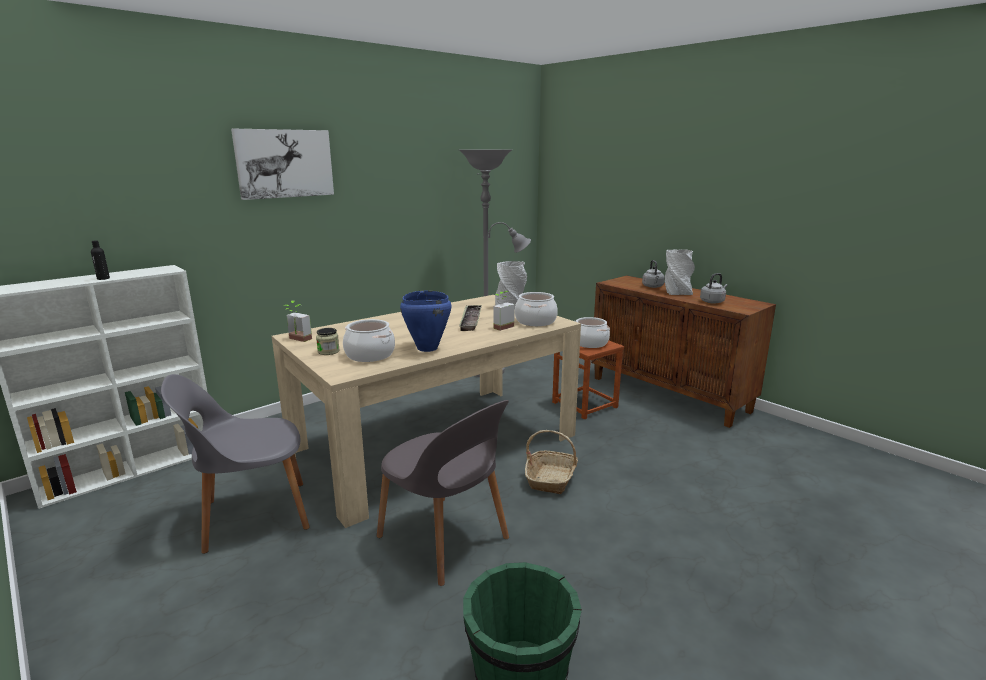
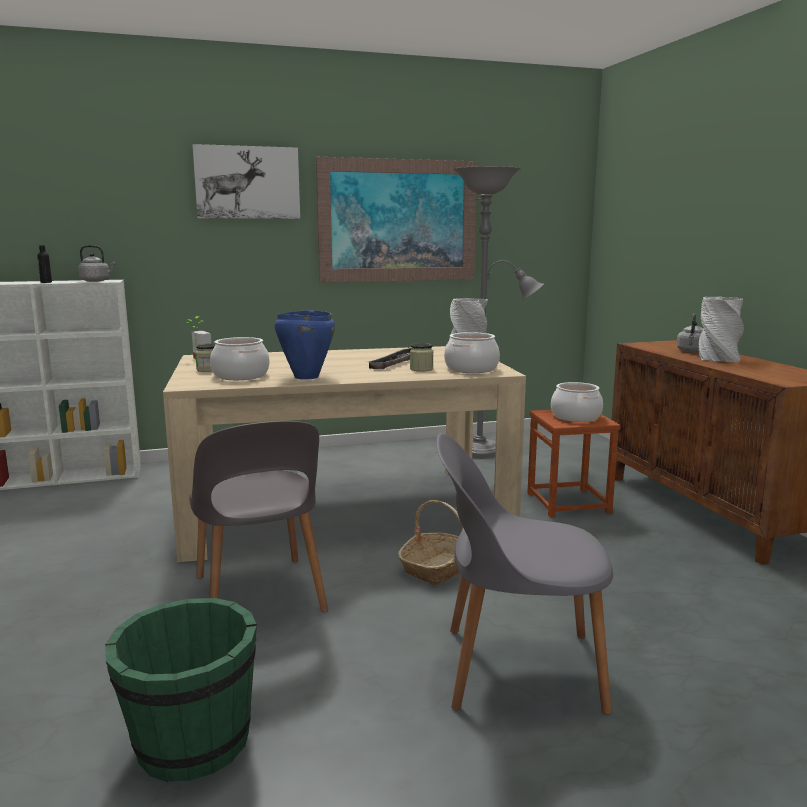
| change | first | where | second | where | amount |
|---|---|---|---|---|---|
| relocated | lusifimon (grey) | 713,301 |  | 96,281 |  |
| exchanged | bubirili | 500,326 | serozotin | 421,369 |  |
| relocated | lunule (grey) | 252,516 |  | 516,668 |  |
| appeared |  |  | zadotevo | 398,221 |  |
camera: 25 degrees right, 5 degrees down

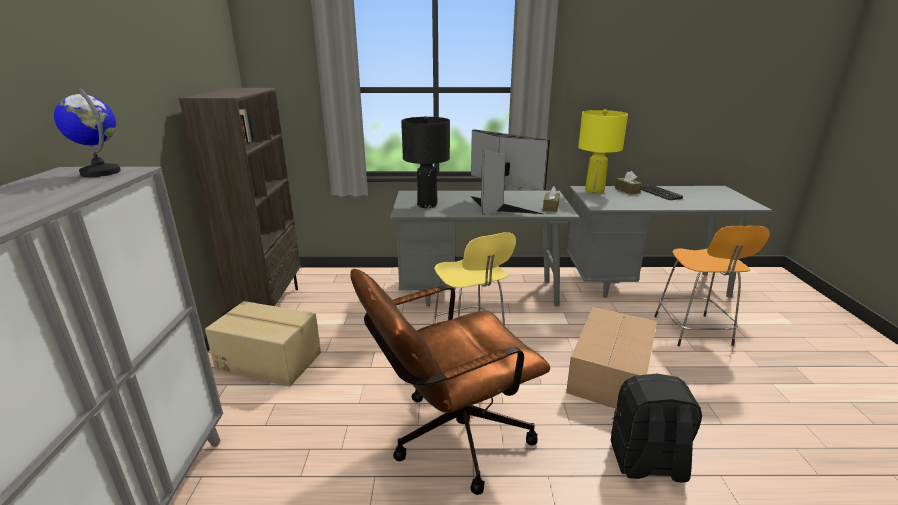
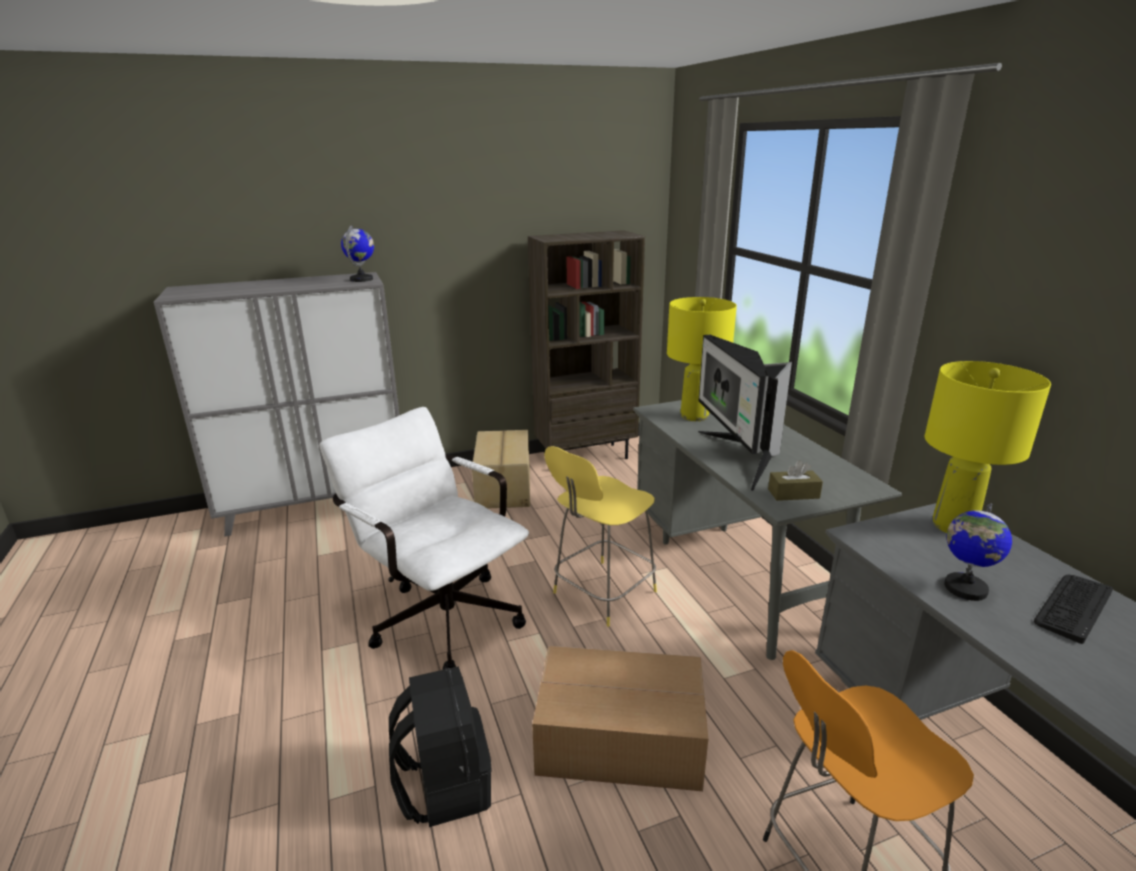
| change | first | where | second | where | amount |
|---|---|---|---|---|---|
| colour | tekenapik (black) | 427,205 | tekenapik (yellow) | 694,416 |  |
| spun | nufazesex | 498,207 |  | 740,457 | 150 degrees clockwise |
| missing | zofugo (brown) | 627,190 |  |  |  |
| colour | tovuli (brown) | 449,438 | tovuli (white) | 439,614 |  |
| appeared |  |  | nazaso | 964,588 |  |
camera: 70 degrees right, 0 degrees up

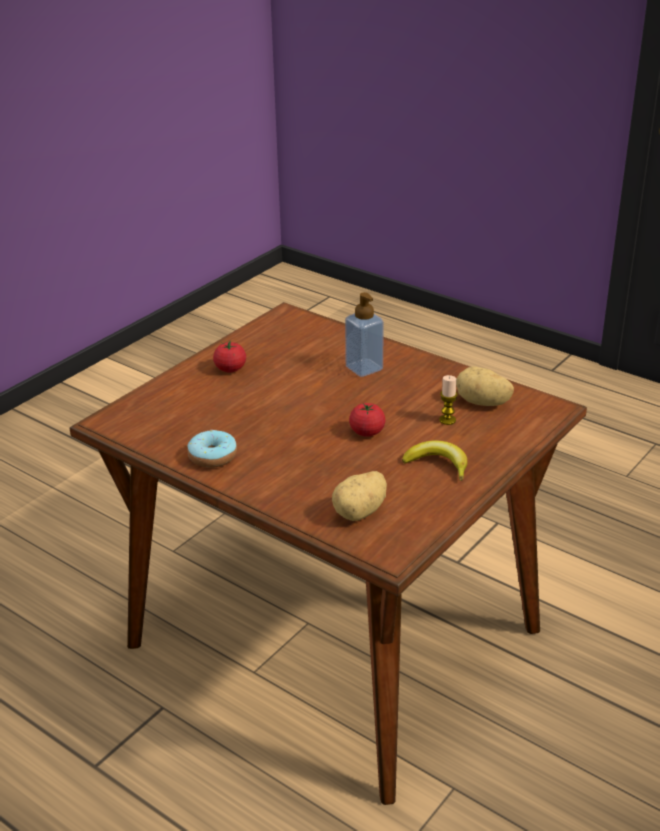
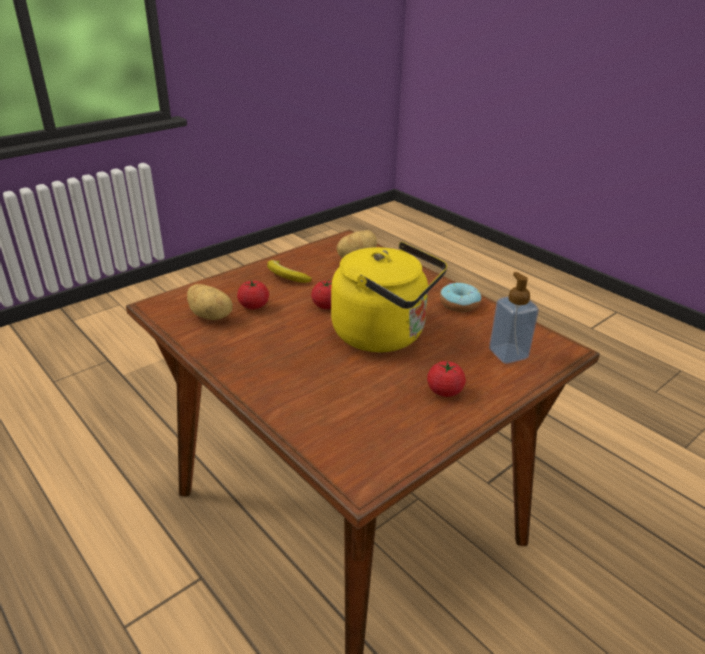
| change | first | where | second | where | amount |
|---|---|---|---|---|---|
| relocated | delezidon | 364,368 |  | 508,354 |  |
| exchanged | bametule | 447,420 | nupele | 254,306 |  |
| appeared |  |  | lusifimon (yellow) | 384,335 |  |
camera: 170 degrees left, 0 degrees up

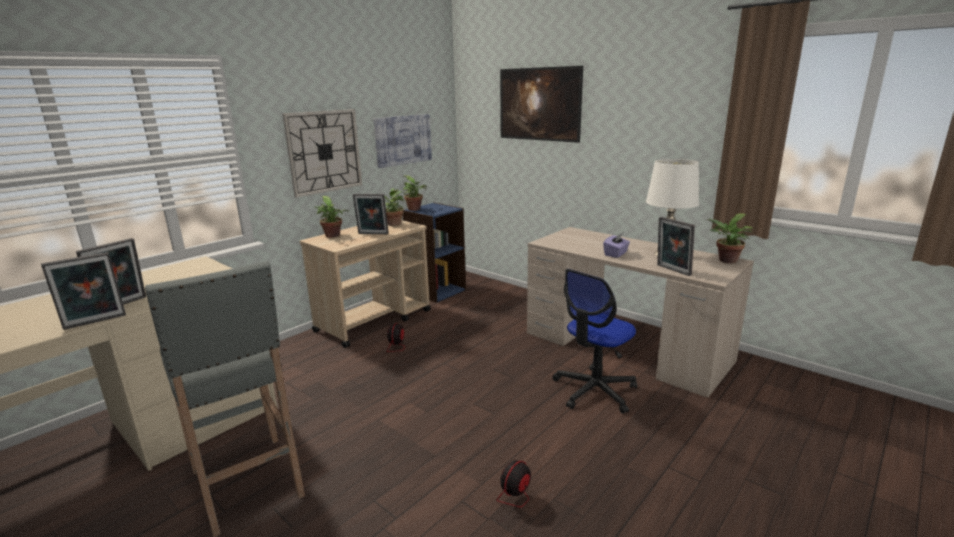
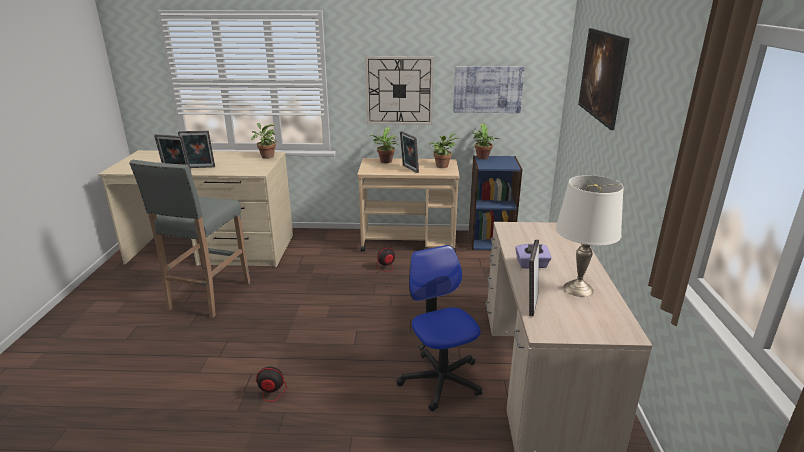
| change | first | where | second | where | amount |
|---|---|---|---|---|---|
| relocated | bubirili | 726,261 |  | 266,156 |  |
| spun | tovuli | 594,391 |  | 441,380 | 60 degrees clockwise |
camera: 50 degrees right, 5 degrees up

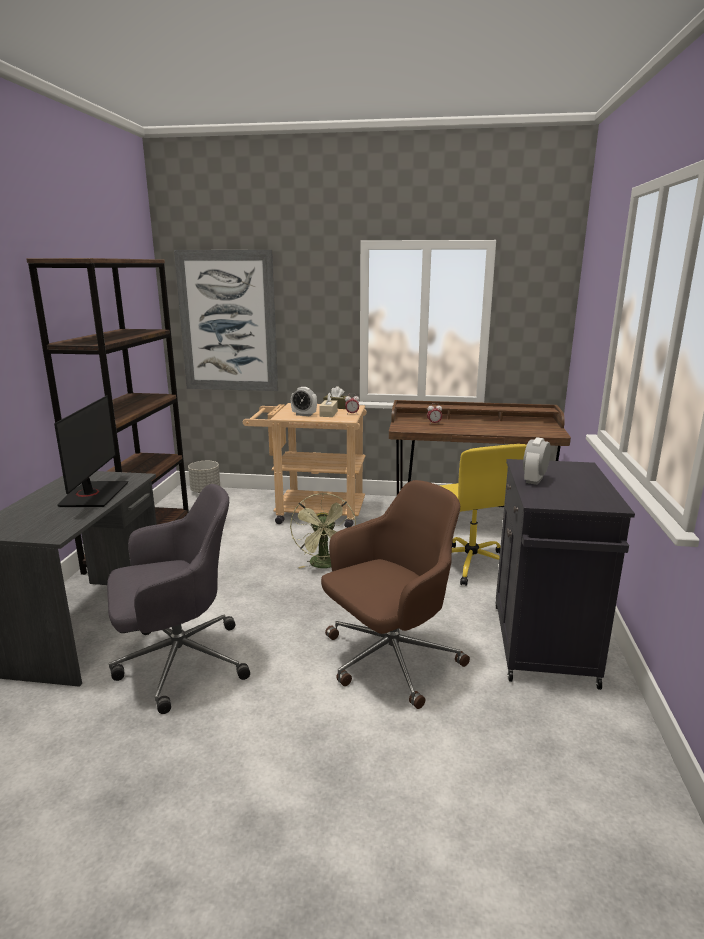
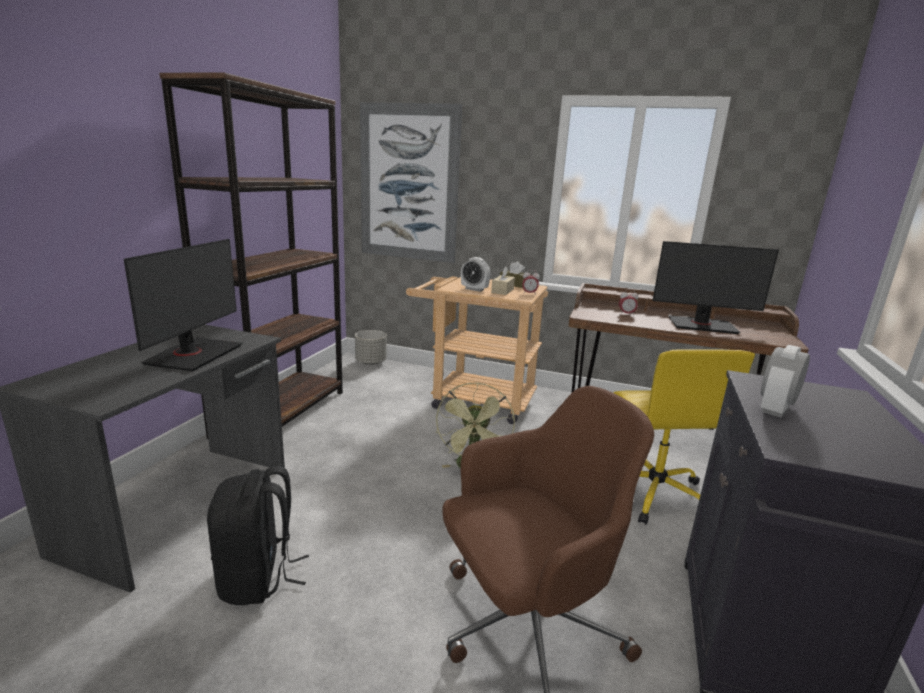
| change | first | where | second | where | amount |
|---|---|---|---|---|---|
| exchanged | tovuli (grey) | 178,662 | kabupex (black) | 258,578 |  |
| appeared |  |  | nufazesex | 702,325 |  |
camera: 10 degrees right, 0 degrees up

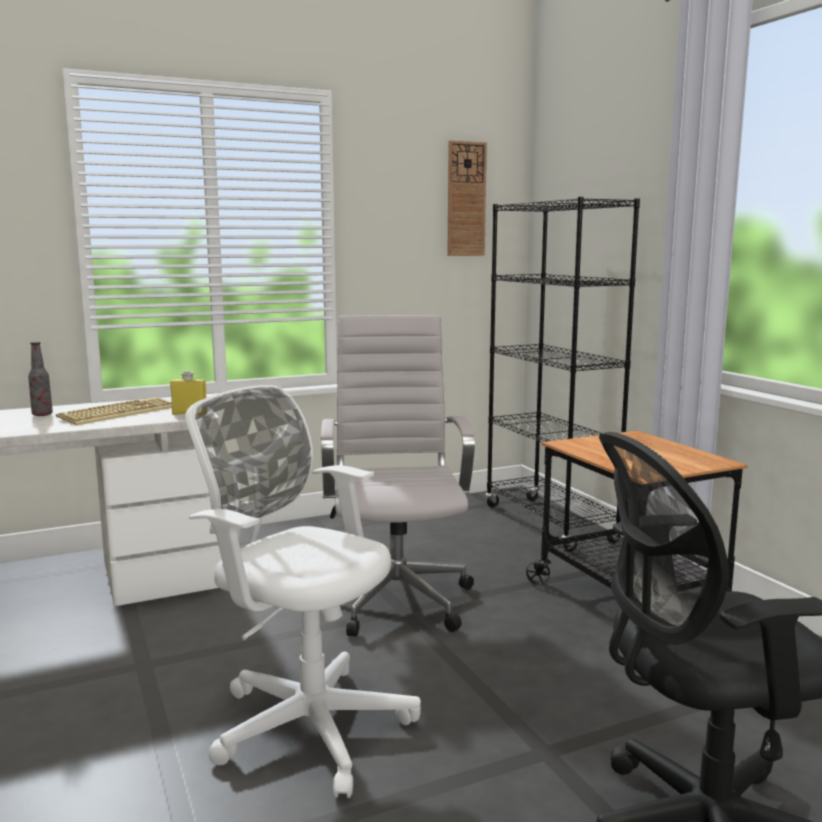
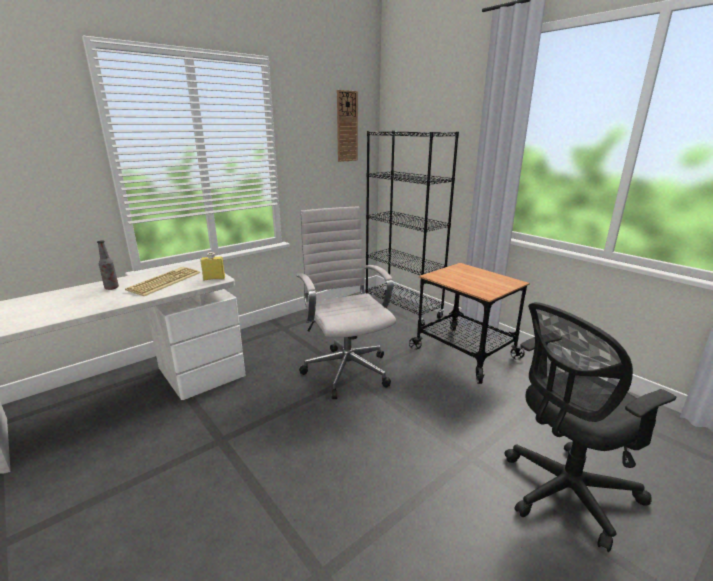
| change | first | where | second | where | amount |
|---|---|---|---|---|---|
| missing | tovuli (white) | 305,723 |  |  |  |
camera: 15 degrees left, 10 degrees up

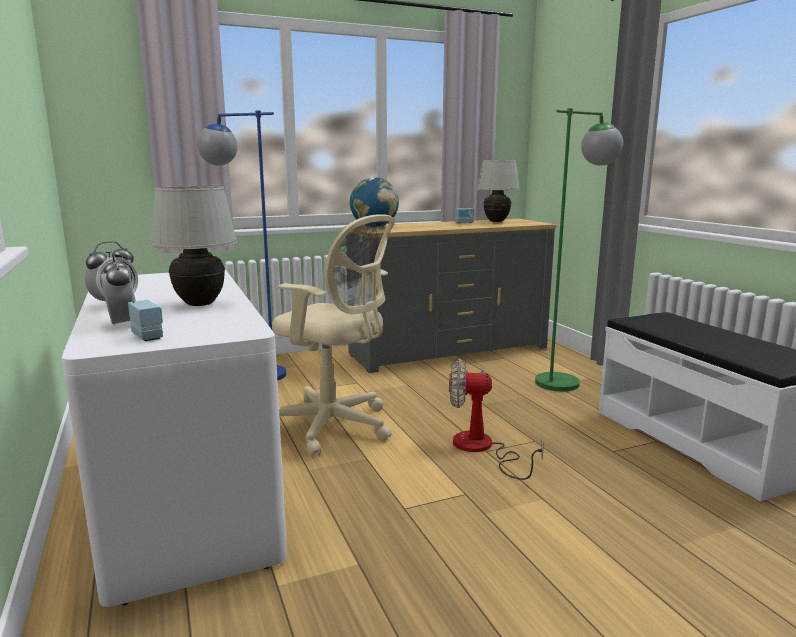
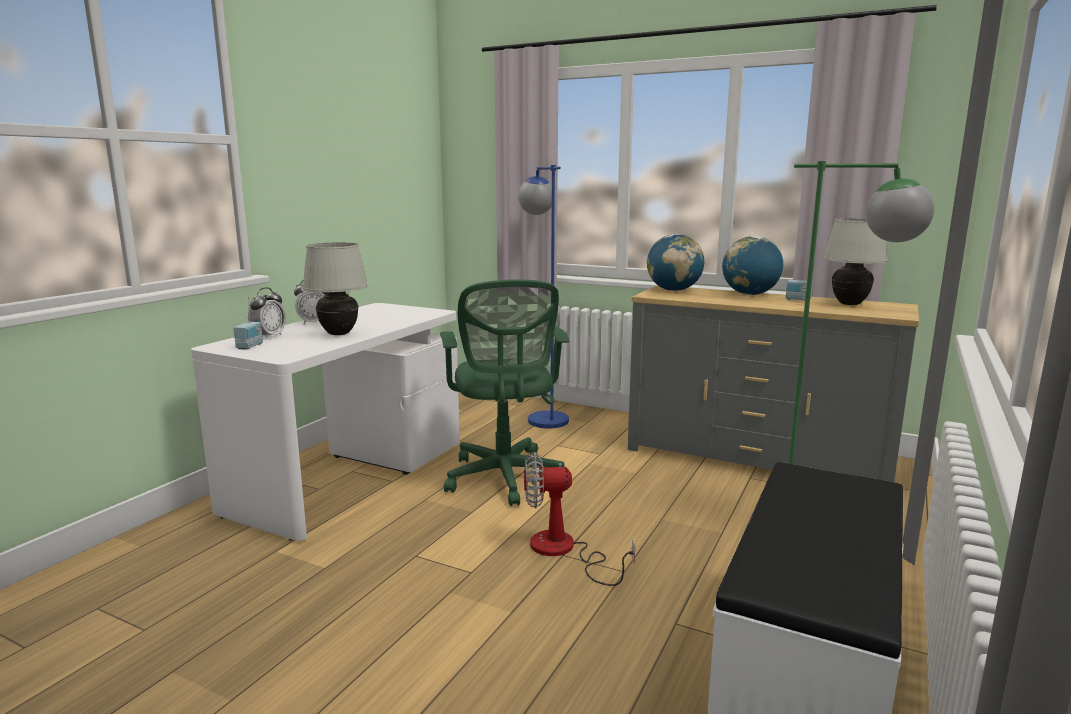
| change | first | where | second | where | amount |
|---|---|---|---|---|---|
| colour | tovuli (beige) | 334,426 | tovuli (green) | 504,479 |  |
| spun | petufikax | 482,449 |  | 563,551 | 60 degrees counterclockwise |
| appeared |  |  | nazaso | 750,294 |  |
camera: 50 degrees right, 0 degrees up

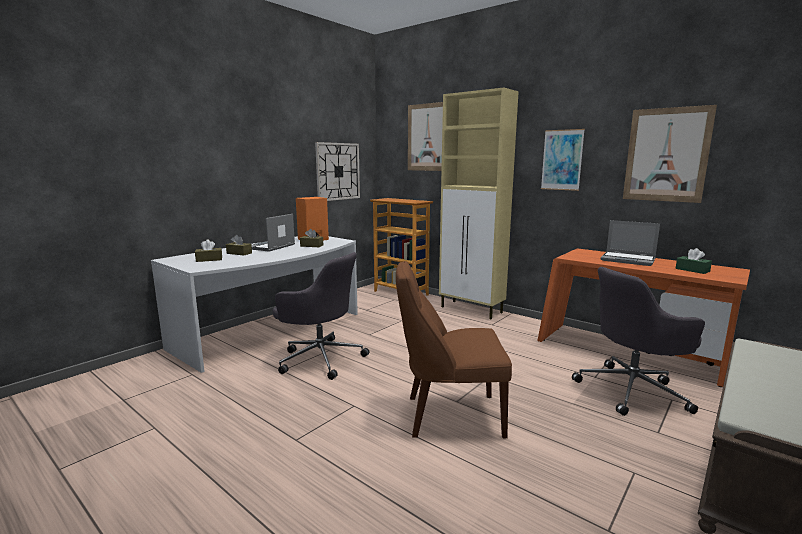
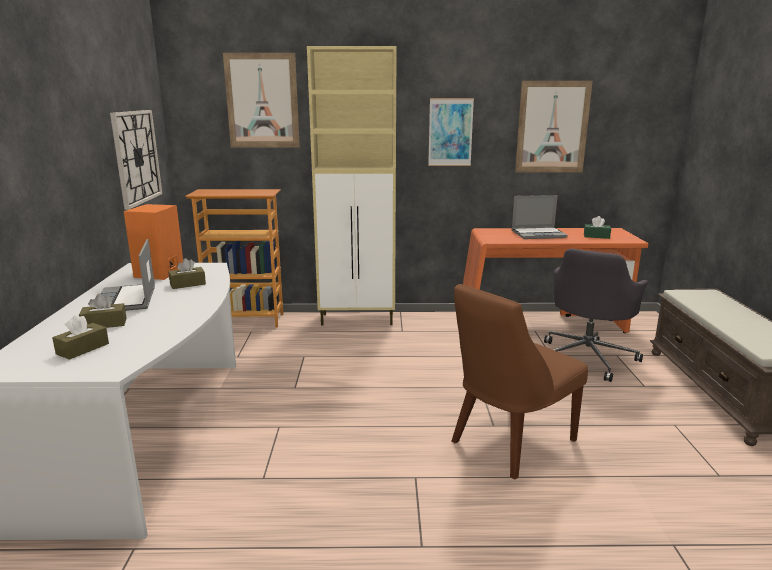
| change | first | where | second | where | amount |
|---|---|---|---|---|---|
| missing | tovuli (grey) | 320,358 |  |  |  |
camera: 40 degrees left, 5 degrees up

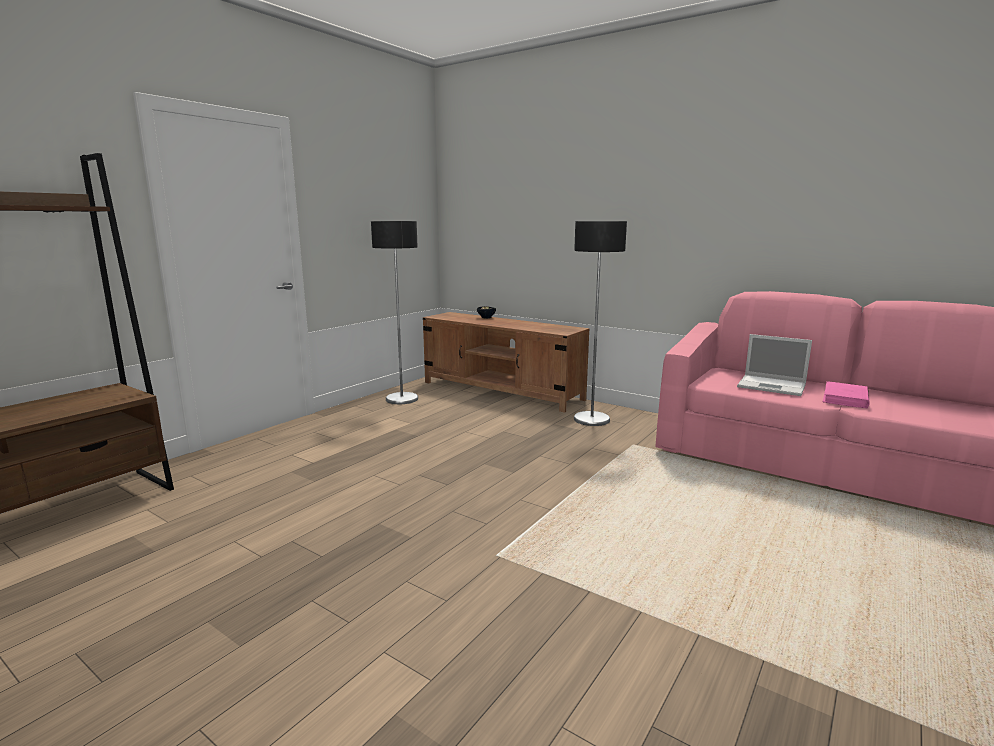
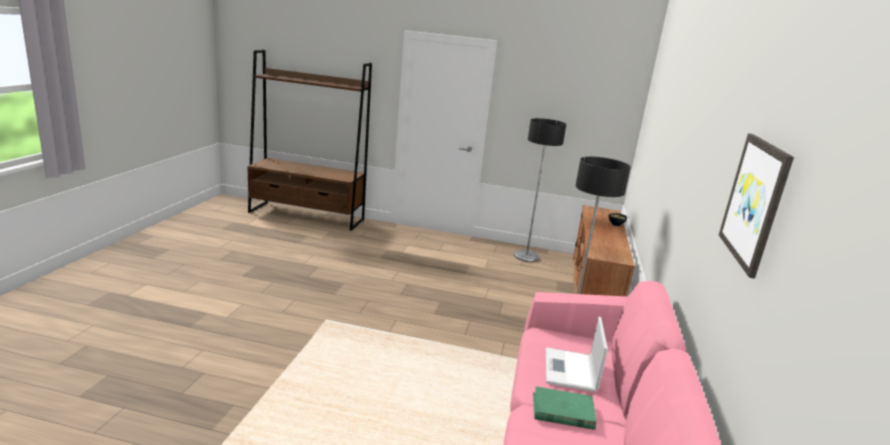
| change | first | where | second | where | amount |
|---|---|---|---|---|---|
| colour | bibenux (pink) | 845,398 | bibenux (green) | 562,411 |  |
| appeared |  |  | zadotevo | 755,202 |  |
camera: 65 degrees right, 5 degrees up

